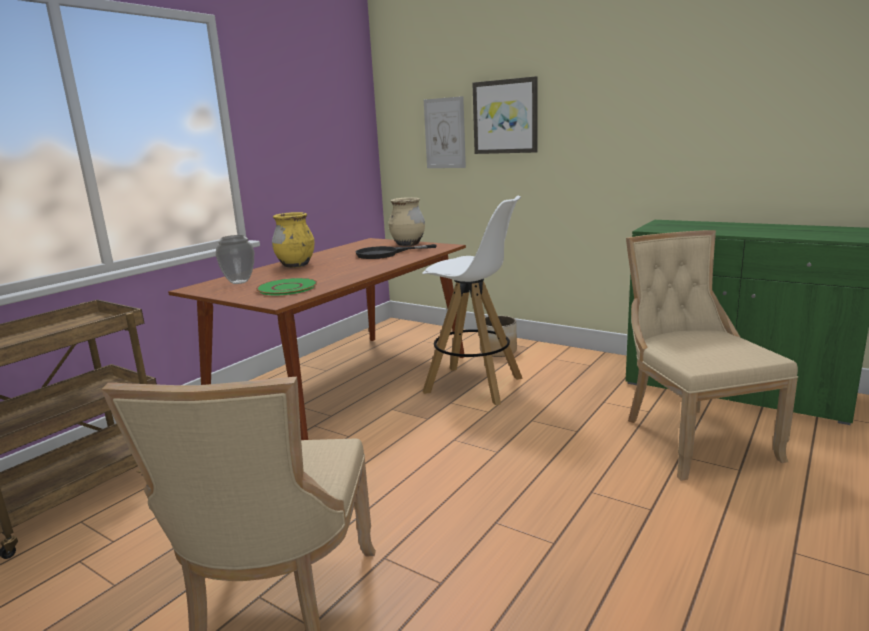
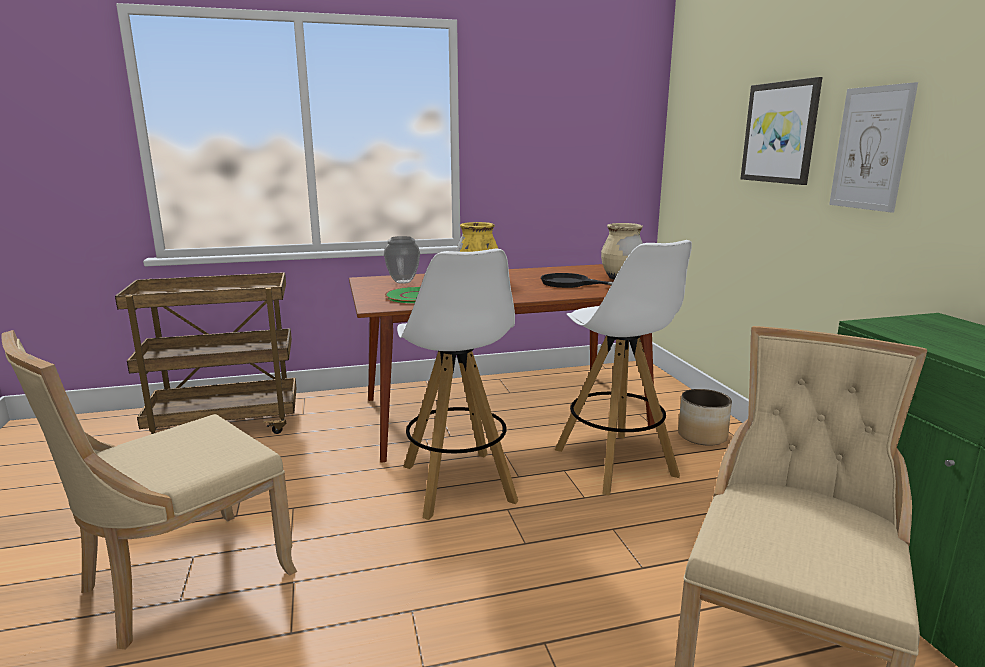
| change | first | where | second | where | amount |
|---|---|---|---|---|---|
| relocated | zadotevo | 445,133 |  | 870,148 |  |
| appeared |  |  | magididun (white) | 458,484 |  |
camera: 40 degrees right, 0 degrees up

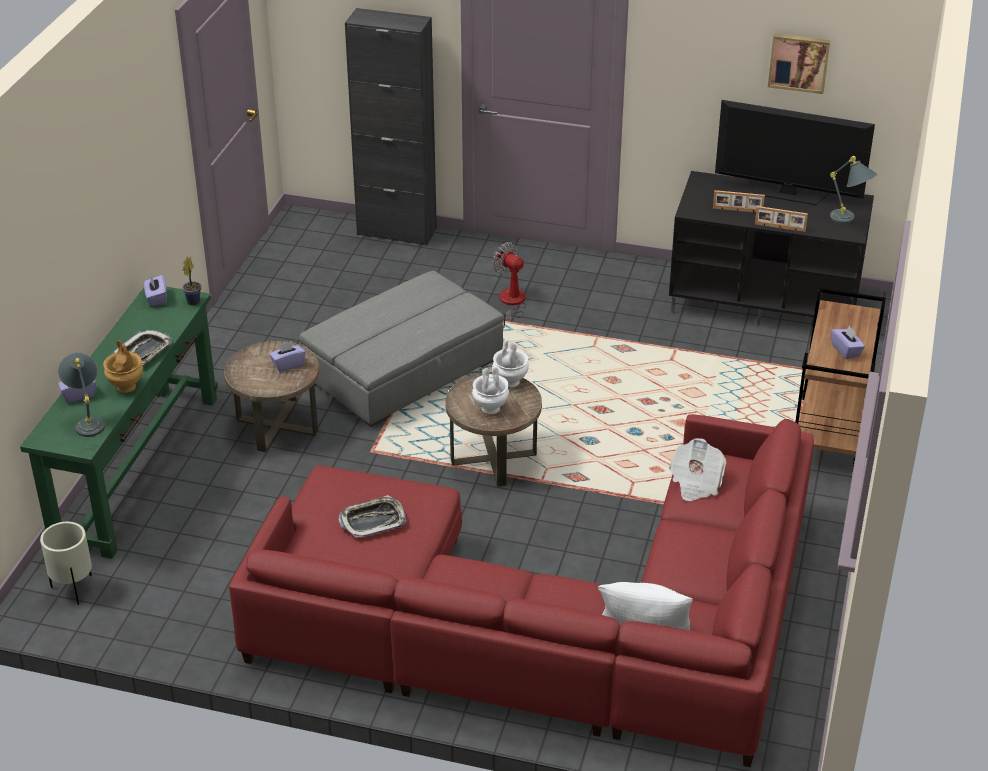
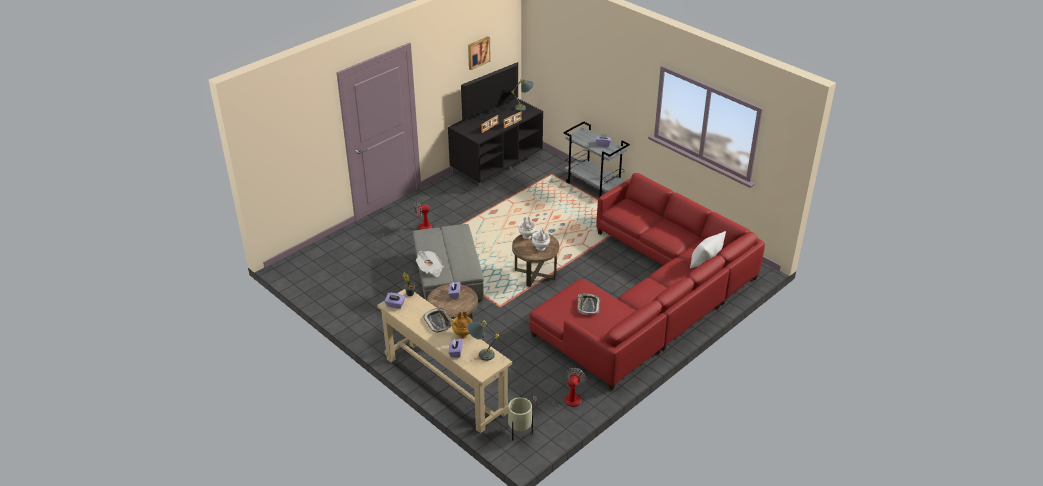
| change | first | where | second | where | amount |
|---|---|---|---|---|---|
| missing | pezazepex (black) | 396,232 |  |  |  |
| colour | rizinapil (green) | 137,468 | rizinapil (beige) | 445,385 |  |
| colour | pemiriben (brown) | 829,434 | pemiriben (grey) | 594,186 |  |
| relocated | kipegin | 696,483 |  | 430,269 |  |
| appeared |  |  | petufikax | 566,401 |  |
camera: 60 degrees left, 0 degrees up

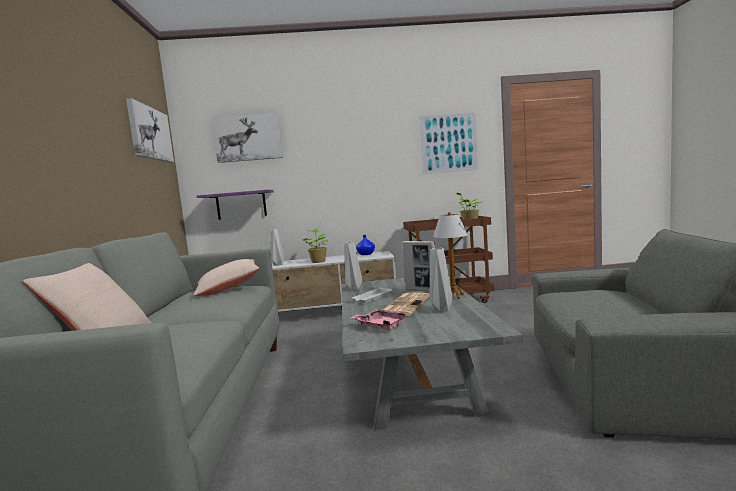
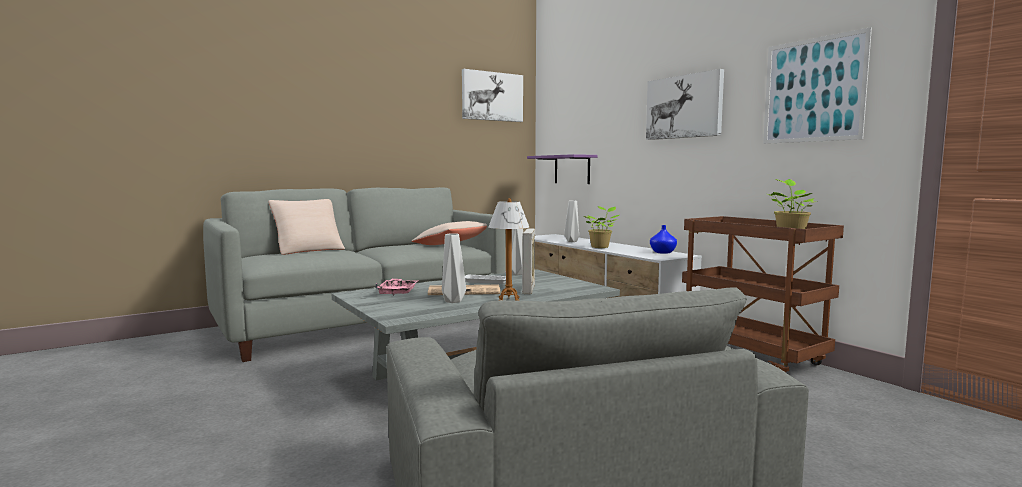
| change | first | where | second | where | amount |
|---|---|---|---|---|---|
| relocated | zadotevo | 248,138 |  | 684,107 |  |
camera: 60 degrees right, 0 degrees up

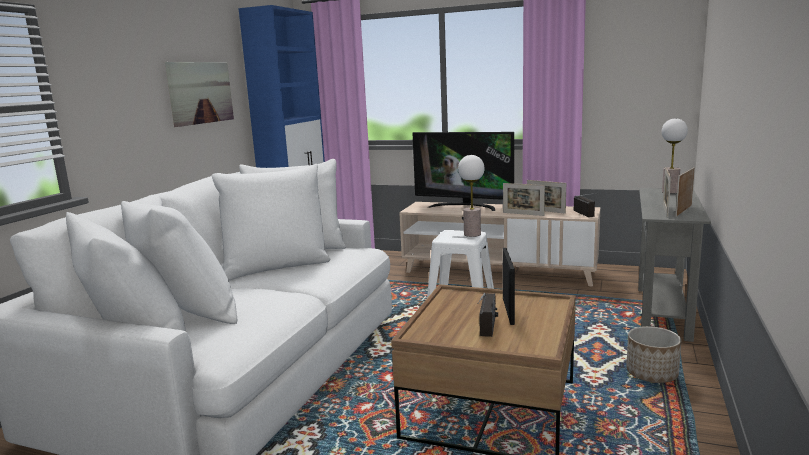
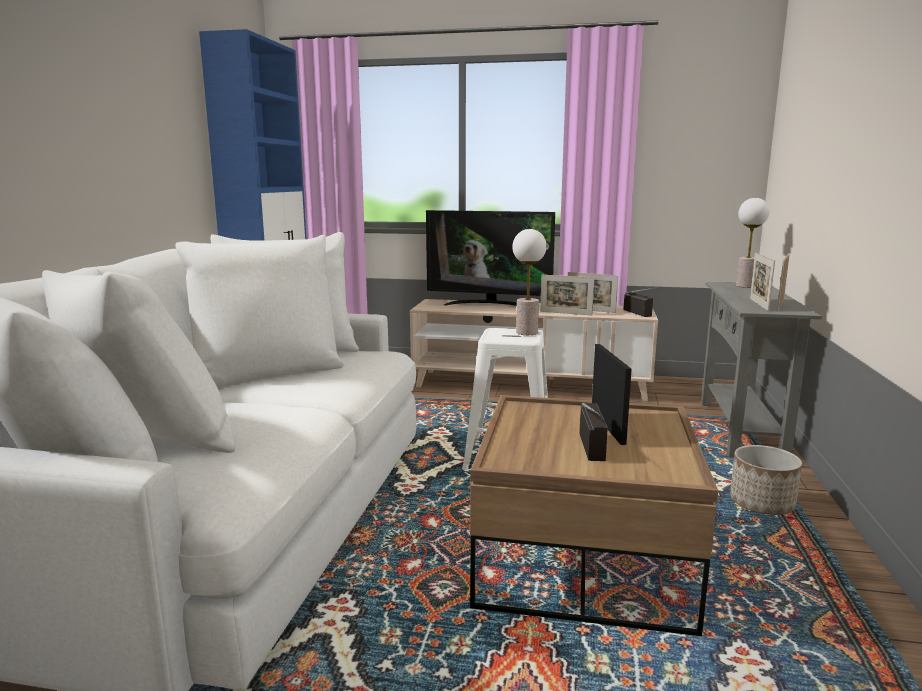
| change | first | where | second | where | amount |
|---|---|---|---|---|---|
| missing | zadotevo | 200,92 |  |  |  |
camera: 10 degrees left, 0 degrees up

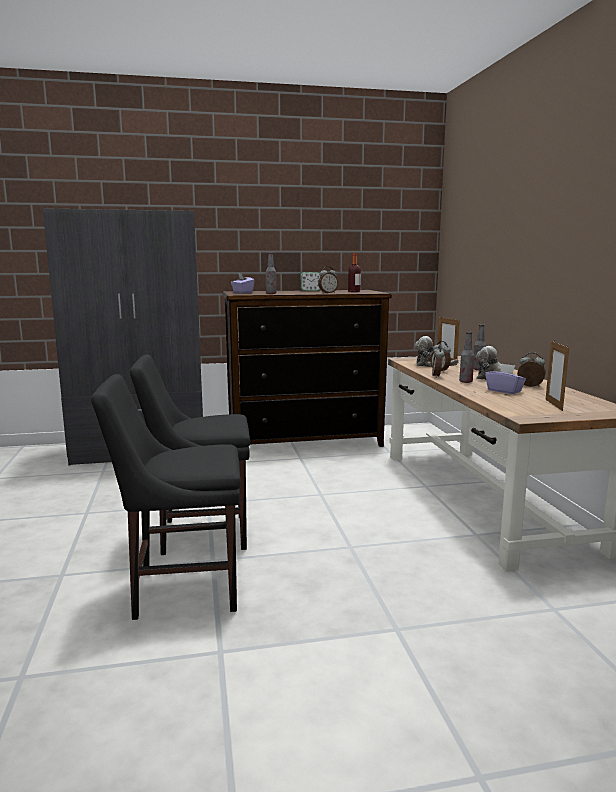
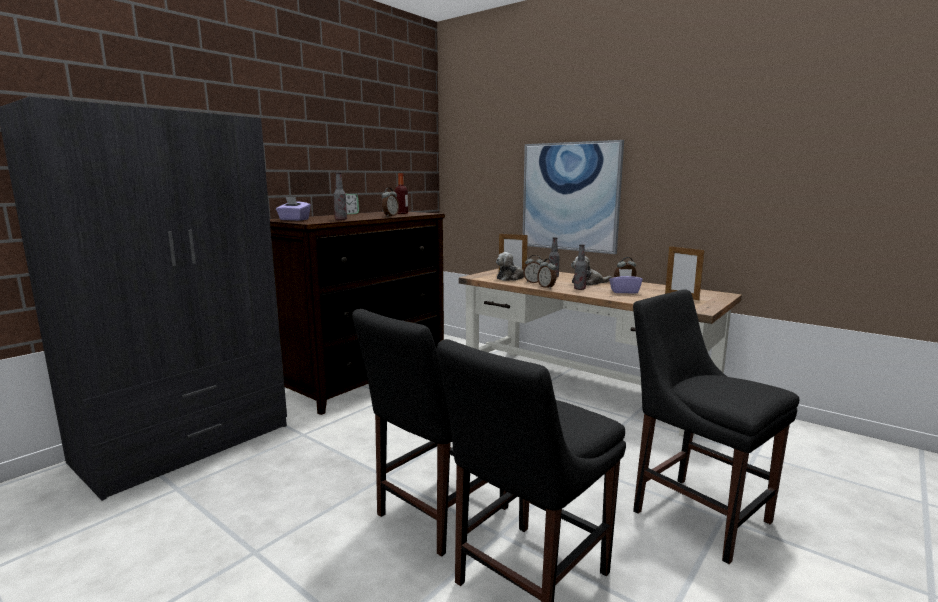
| change | first | where | second | where | amount |
|---|---|---|---|---|---|
| appeared |  |  | zadotevo | 570,197 |  |
| appeared |  |  | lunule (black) | 695,512 |  |
camera: 40 degrees left, 0 degrees up

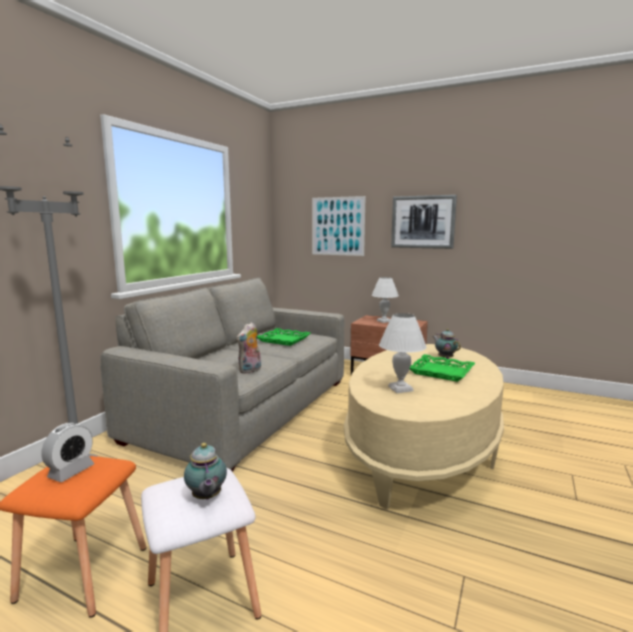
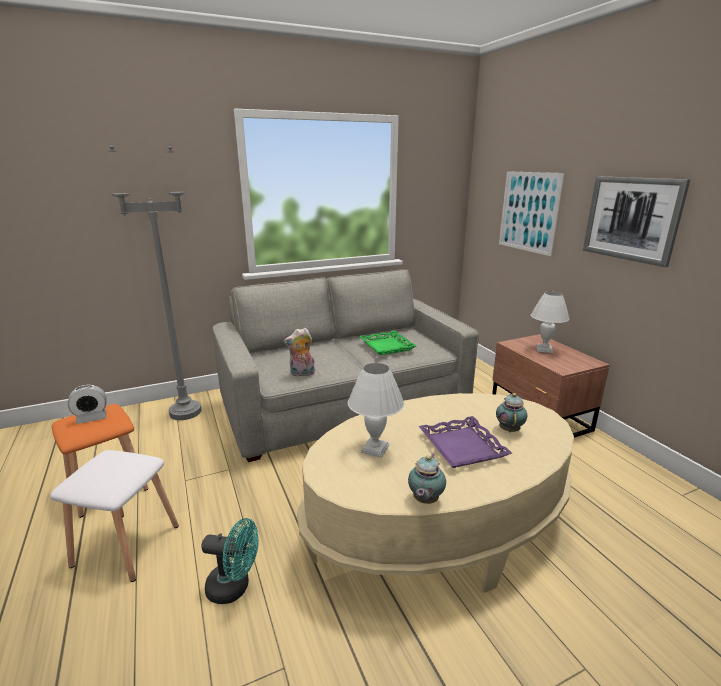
| change | first | where | second | where | amount |
|---|---|---|---|---|---|
| colour | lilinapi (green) | 441,372 | lilinapi (purple) | 461,447 |  |
| relocated | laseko | 206,497 |  | 424,500 |  |
| appeared |  |  | petufikax (turquoise) | 234,587 |  |
camera: 40 degrees right, 10 degrees up

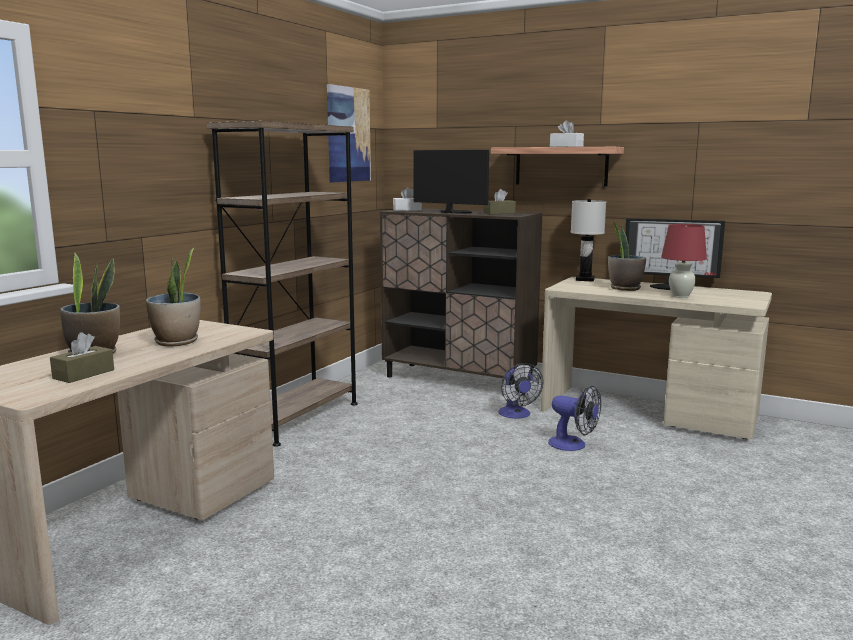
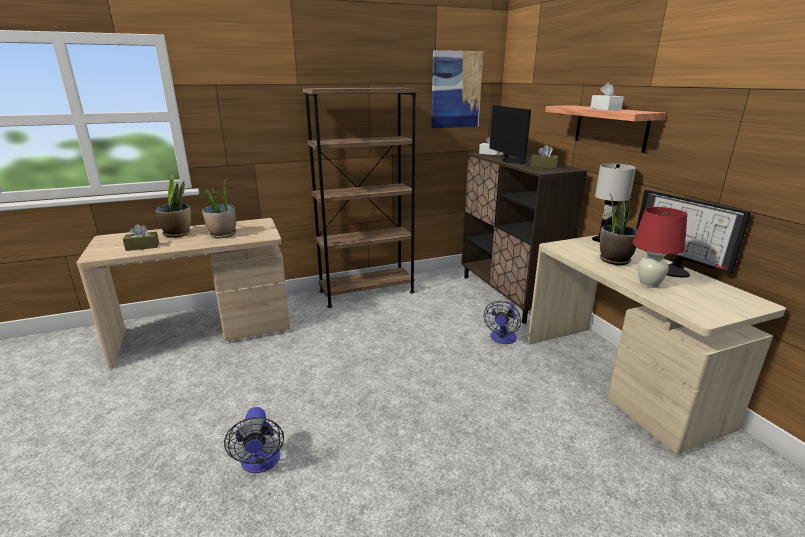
| change | first | where | second | where | amount |
|---|---|---|---|---|---|
| relocated | petufikax | 573,445 |  | 260,463 |  |
camera: 40 degrees right, 10 degrees up

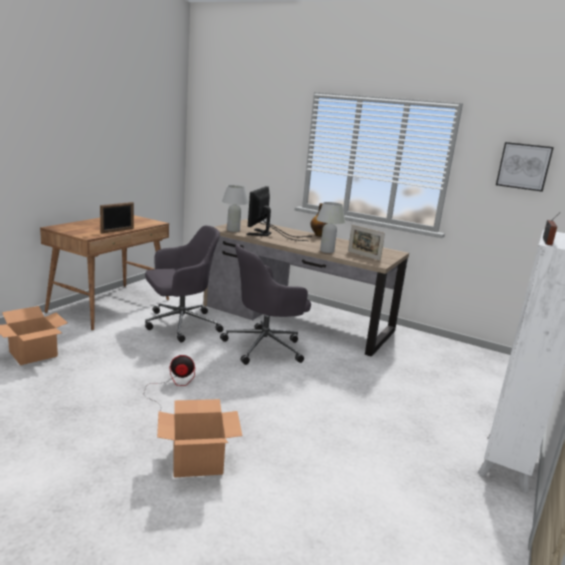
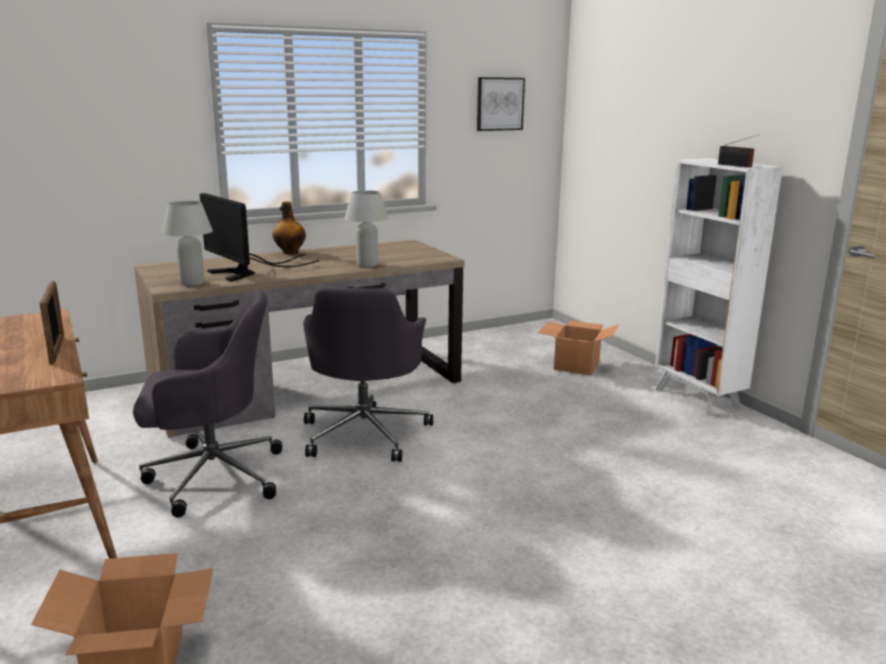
| change | first | where | second | where | amount |
|---|---|---|---|---|---|
| spun | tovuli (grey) | 180,324 |  | 211,476 | 75 degrees clockwise |
| missing | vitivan | 364,255 |  |  |  |
| missing | petufikax | 172,385 |  |  |  |
| relocated | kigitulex | 196,461 |  | 577,366 |  |
camera: 55 degrees left, 0 degrees up

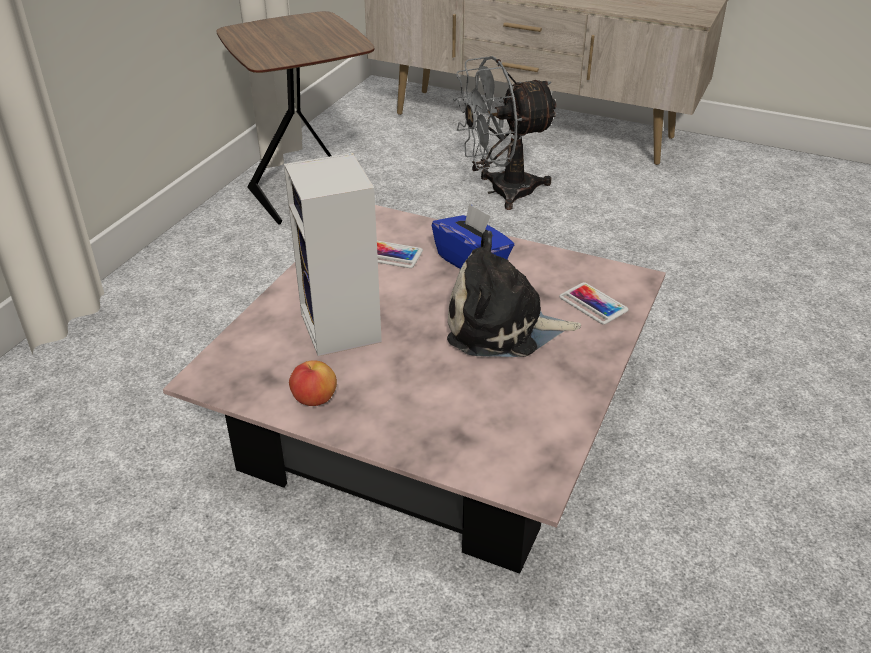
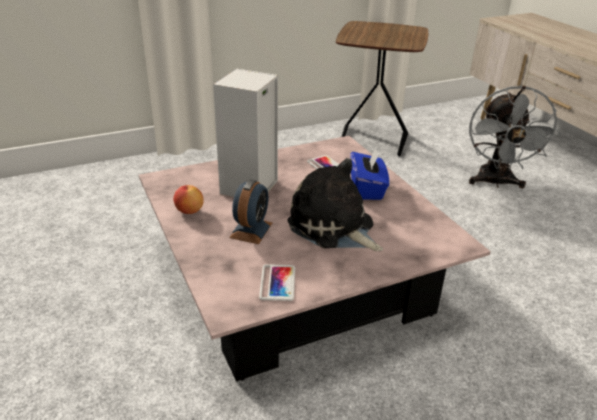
| change | first | where | second | where | amount |
|---|---|---|---|---|---|
| spun | petufikax (grey) | 500,192 |  | 496,183 | 105 degrees counterclockwise |
| relocated | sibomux | 593,304 |  | 277,283 |  |
| appeared |  |  | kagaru | 251,230 |  |
camera: 40 degrees right, 5 degrees down

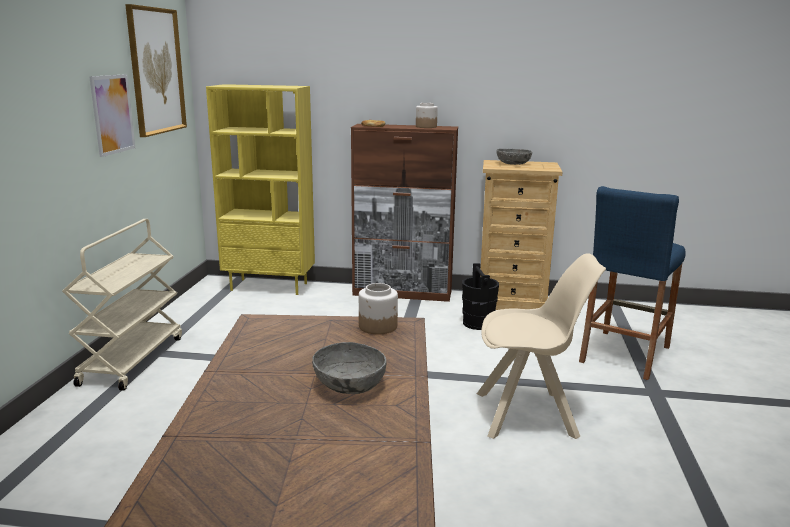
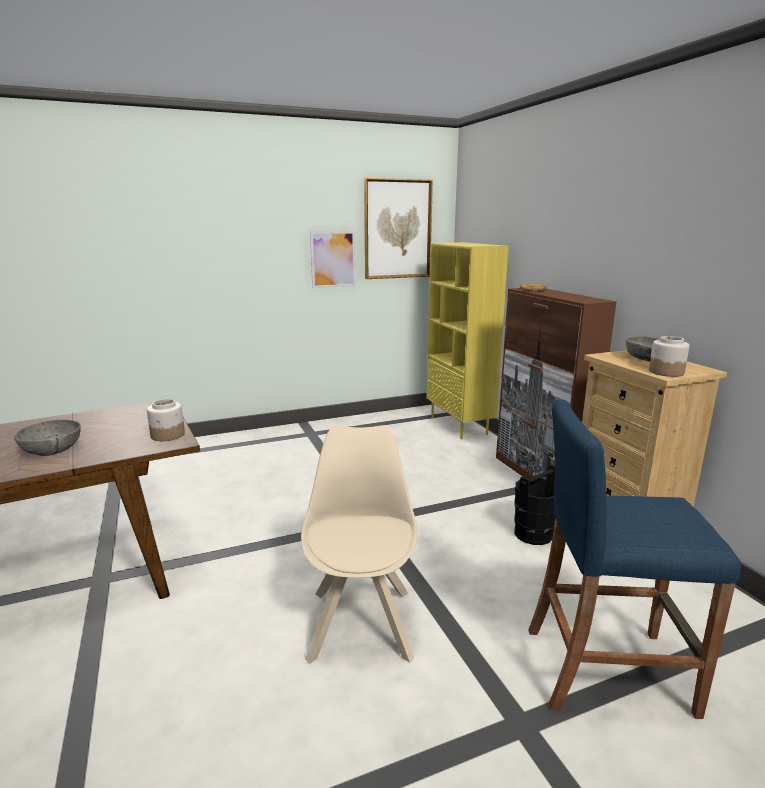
| change | first | where | second | where | amount |
|---|---|---|---|---|---|
| relocated | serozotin | 426,127 |  | 666,372 |  |
| missing | pemiriben (beige) | 132,360 |  |  |  |
| spun | lunule (beige) | 529,415 |  | 361,621 | 150 degrees counterclockwise |
camera: 60 degrees right, 0 degrees up

